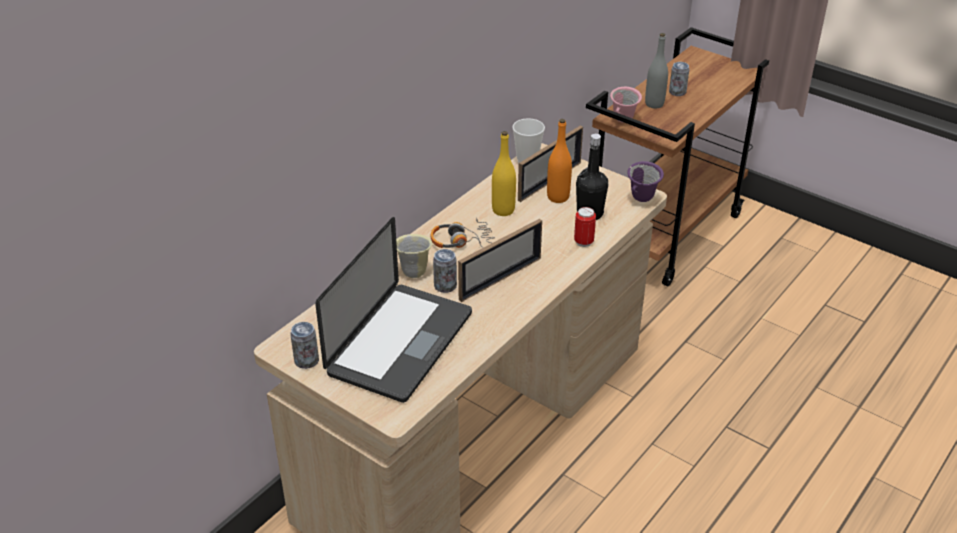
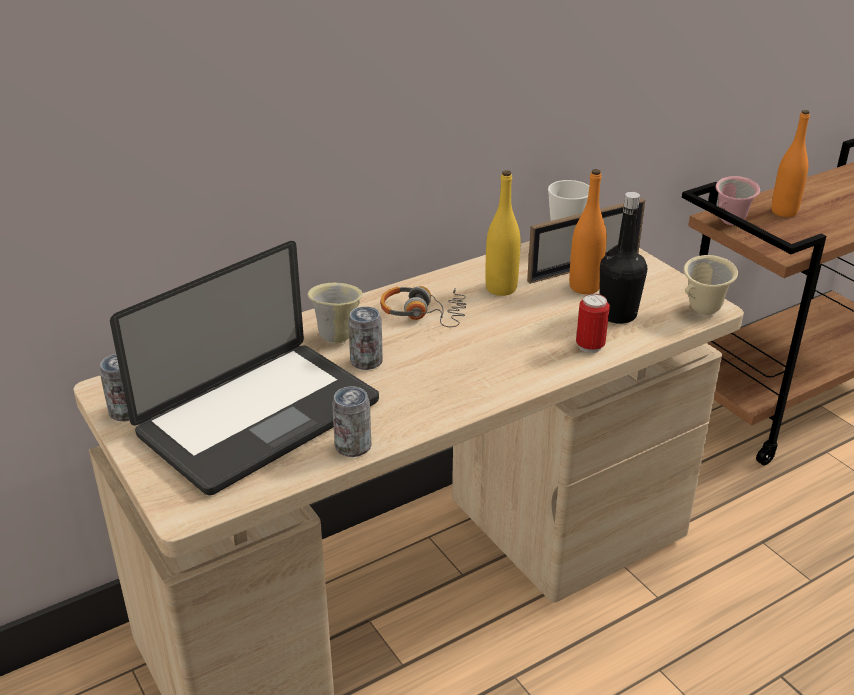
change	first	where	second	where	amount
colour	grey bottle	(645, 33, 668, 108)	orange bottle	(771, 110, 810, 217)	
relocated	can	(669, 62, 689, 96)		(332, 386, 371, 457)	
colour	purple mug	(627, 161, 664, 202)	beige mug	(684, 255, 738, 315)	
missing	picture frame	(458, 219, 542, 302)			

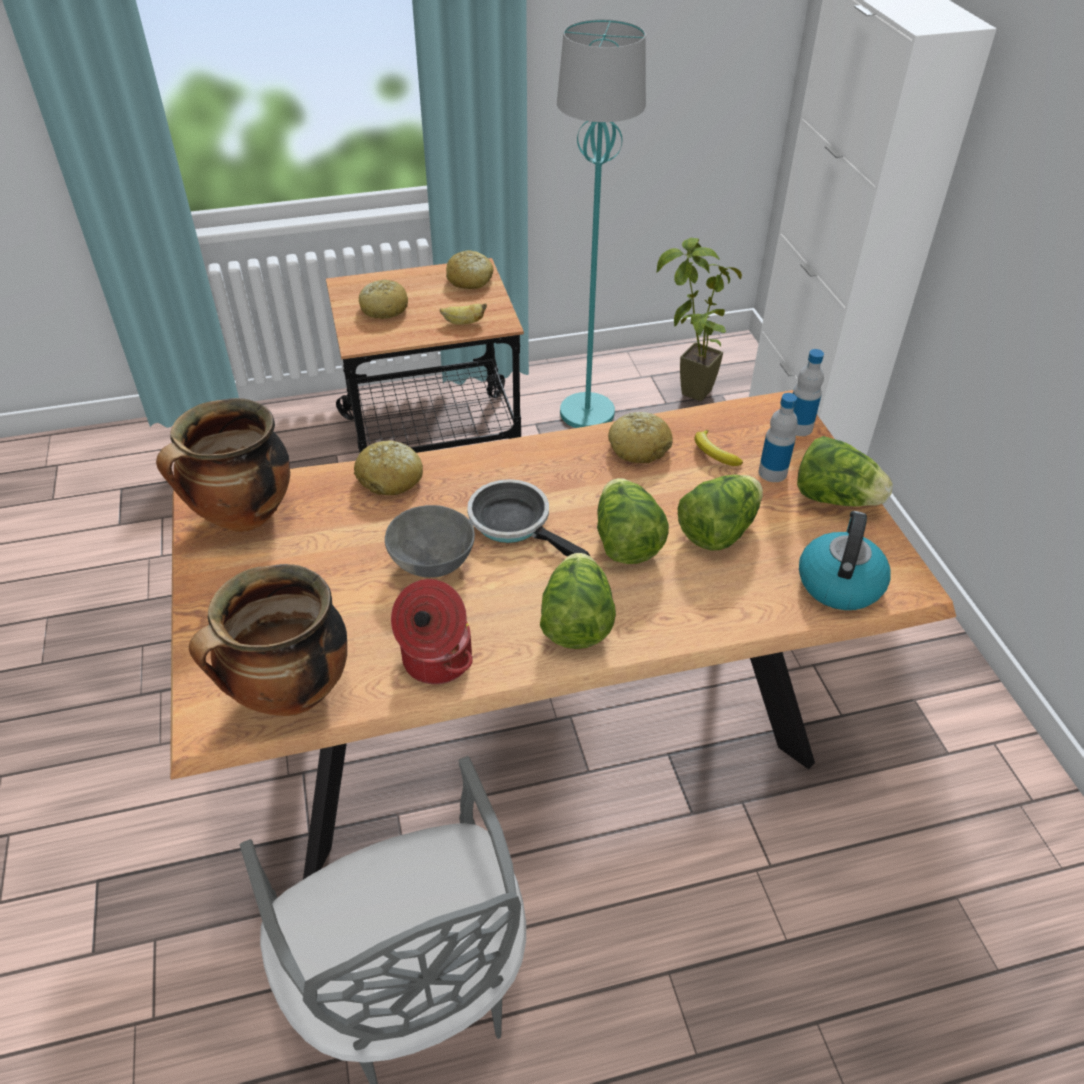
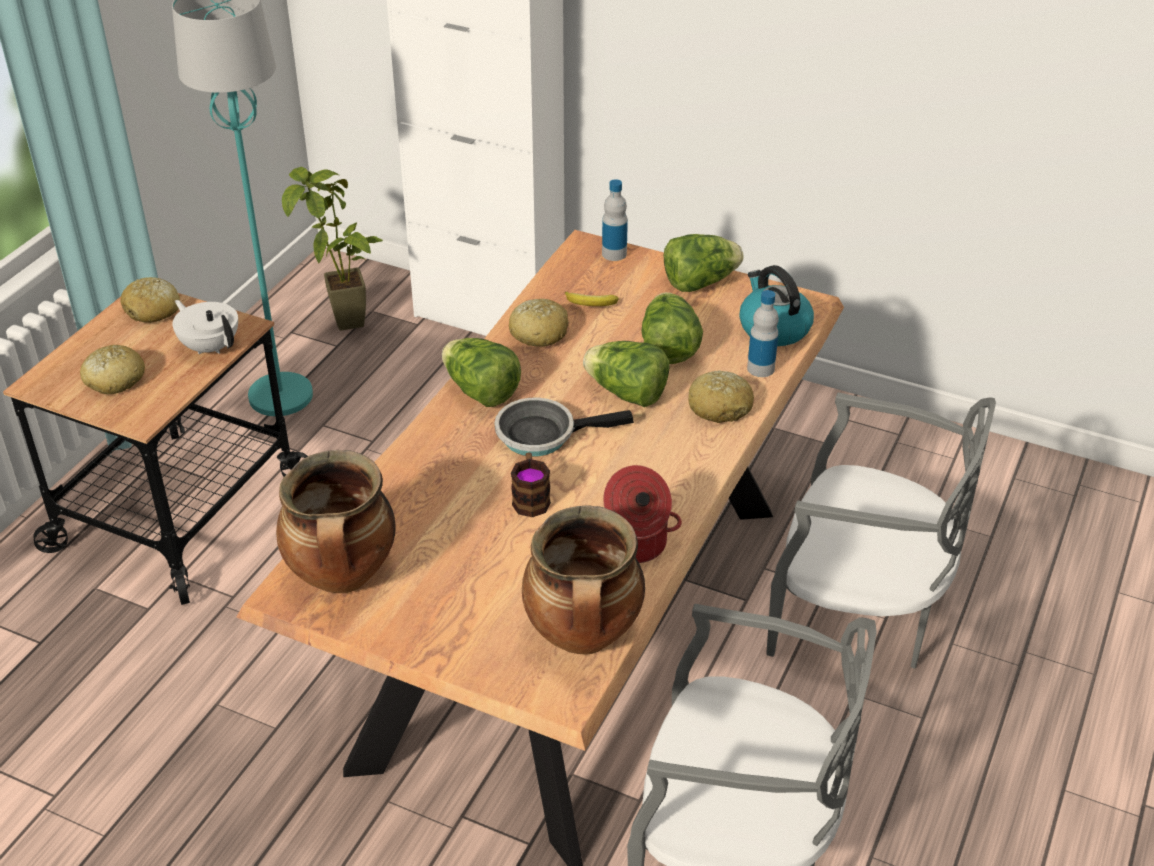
change	first	where	second	where	amount
exchanged	banana	(440, 303, 487, 325)	white teapot	(172, 300, 238, 354)	
relocated	bottle	(758, 393, 798, 482)		(747, 290, 779, 377)	
relocated	bread	(354, 441, 423, 495)		(688, 370, 754, 423)	
exchanged	grey bowl	(385, 505, 475, 578)	mug	(511, 452, 551, 517)	
relocated	lettuce	(540, 553, 616, 649)		(442, 338, 521, 407)	
appeared			grey chair	(766, 392, 996, 669)	

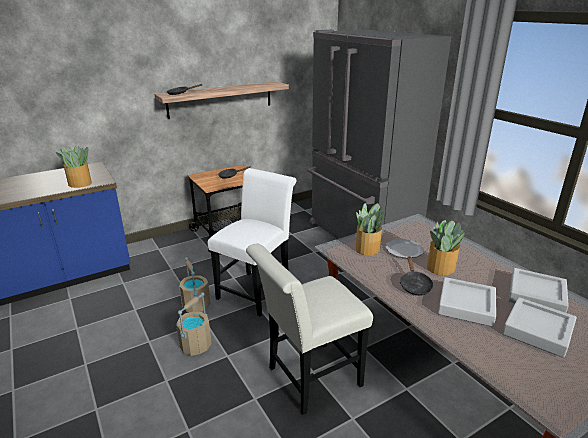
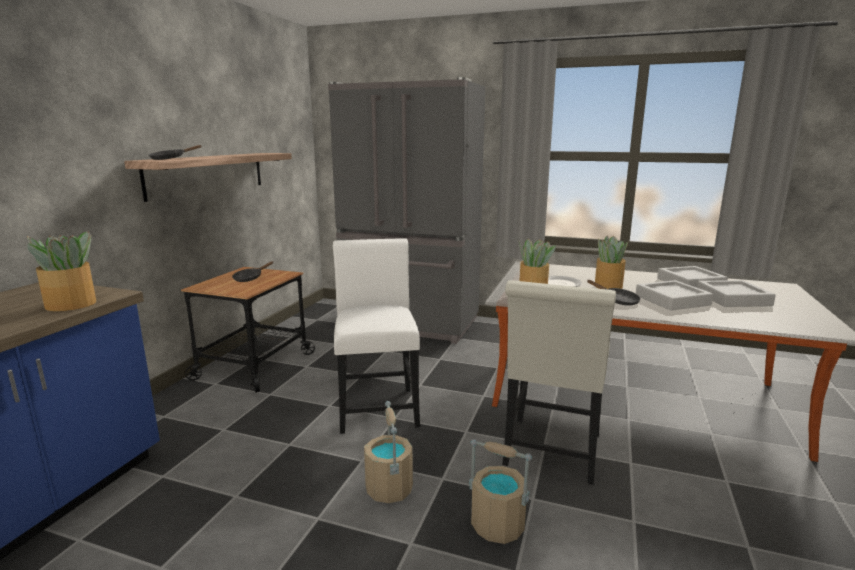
change	first	where	second	where	amount
relocated	beige bucket	(179, 257, 211, 312)		(469, 439, 532, 544)	

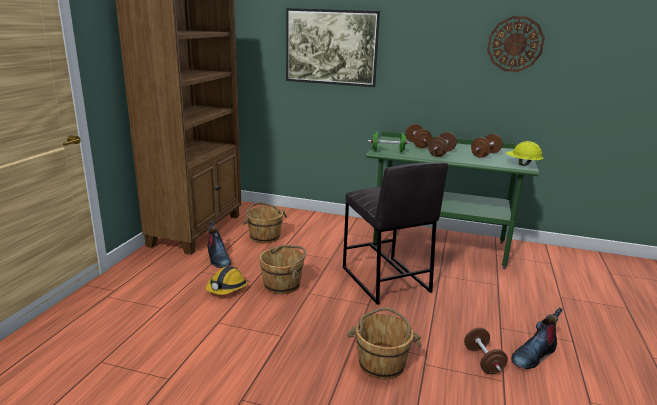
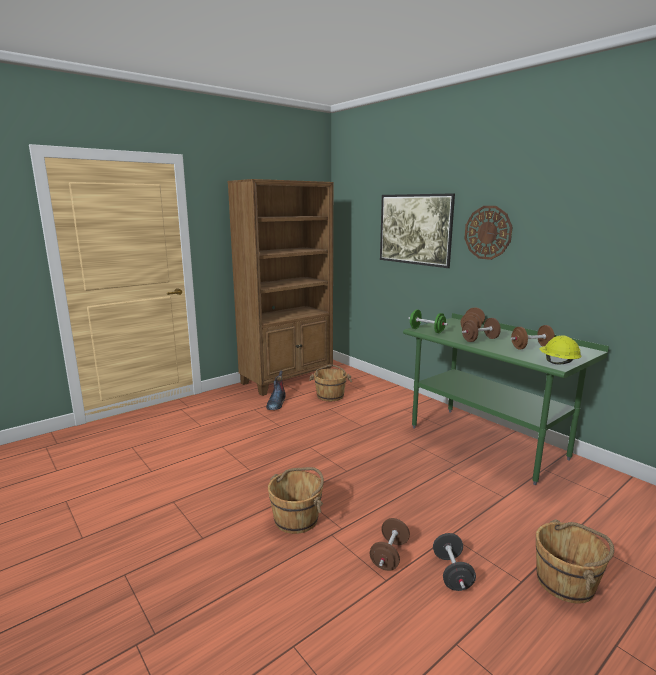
change	first	where	second	where	amount
relocated	wall clock	(487, 16, 545, 72)		(464, 206, 512, 260)	
missing	grey stool	(343, 162, 448, 305)			
relocated	brown bucket	(259, 245, 306, 294)		(536, 519, 614, 604)	
missing	hard hat	(206, 266, 248, 295)			
exchanged	boot	(511, 308, 563, 369)	black dumbbell	(433, 533, 476, 591)	

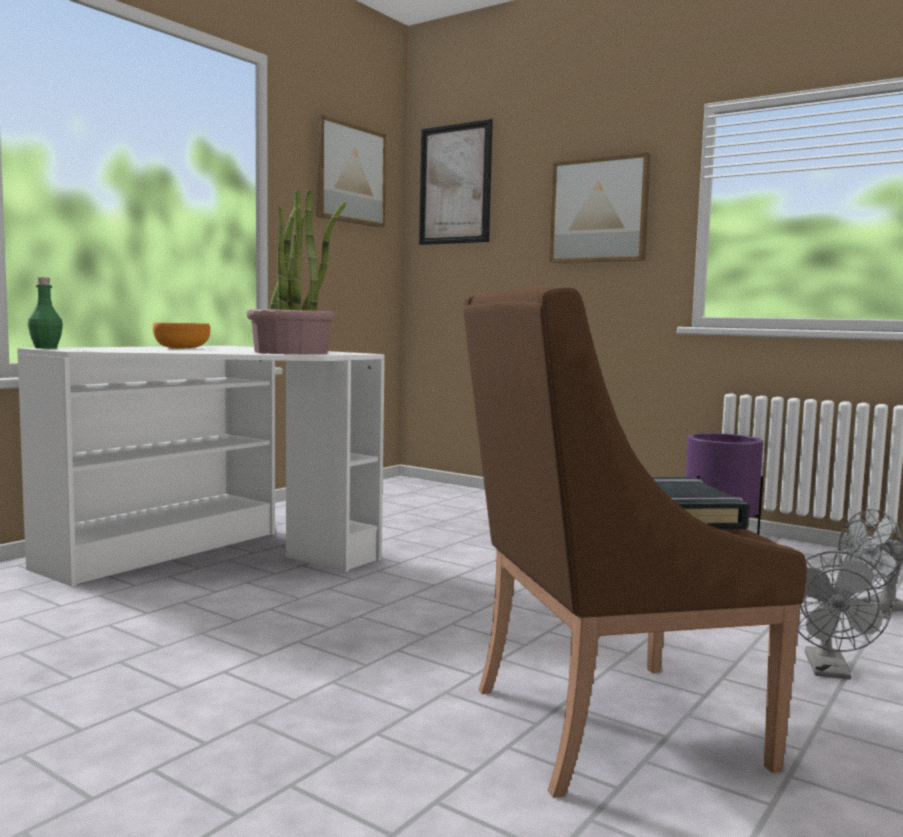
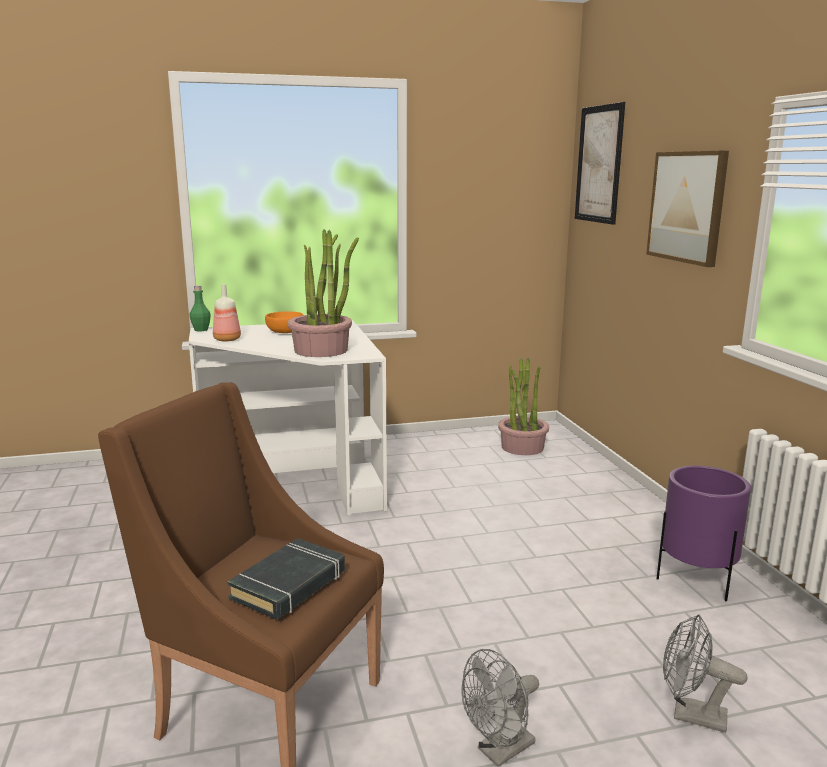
change	first	where	second	where	amount
missing	picture	(316, 115, 386, 227)			
appeared			bottle	(213, 284, 241, 341)	
appeared			potted plant	(498, 358, 549, 455)	

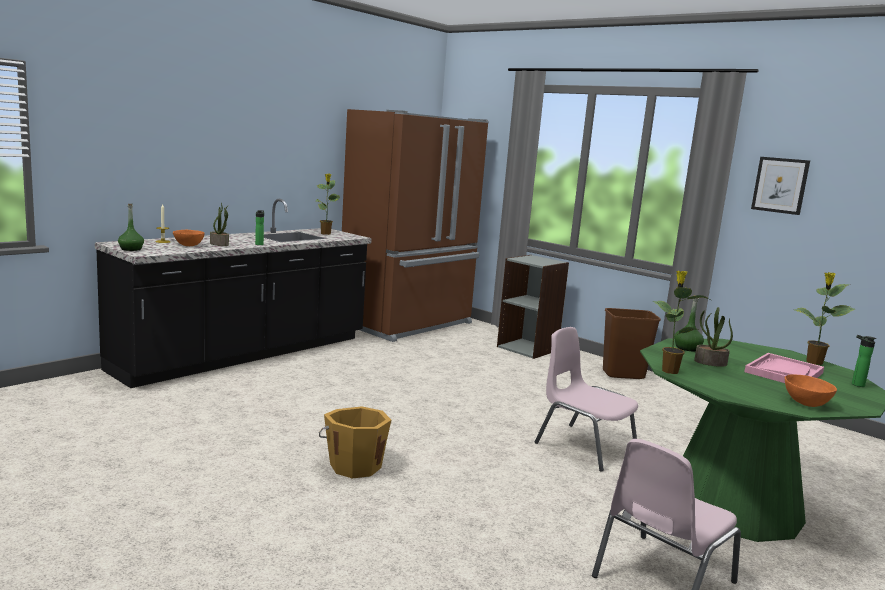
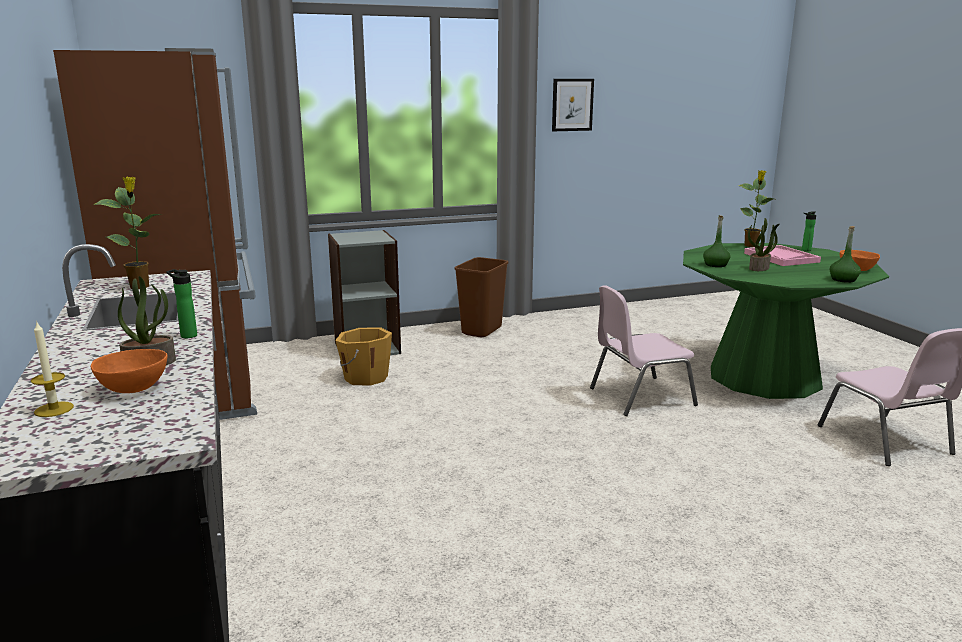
change	first	where	second	where	amount
relocated	green bottle	(118, 204, 144, 251)		(830, 226, 861, 283)	
missing	potted plant	(653, 271, 711, 374)			
relocated	orange bucket	(319, 406, 391, 479)		(335, 327, 392, 386)	

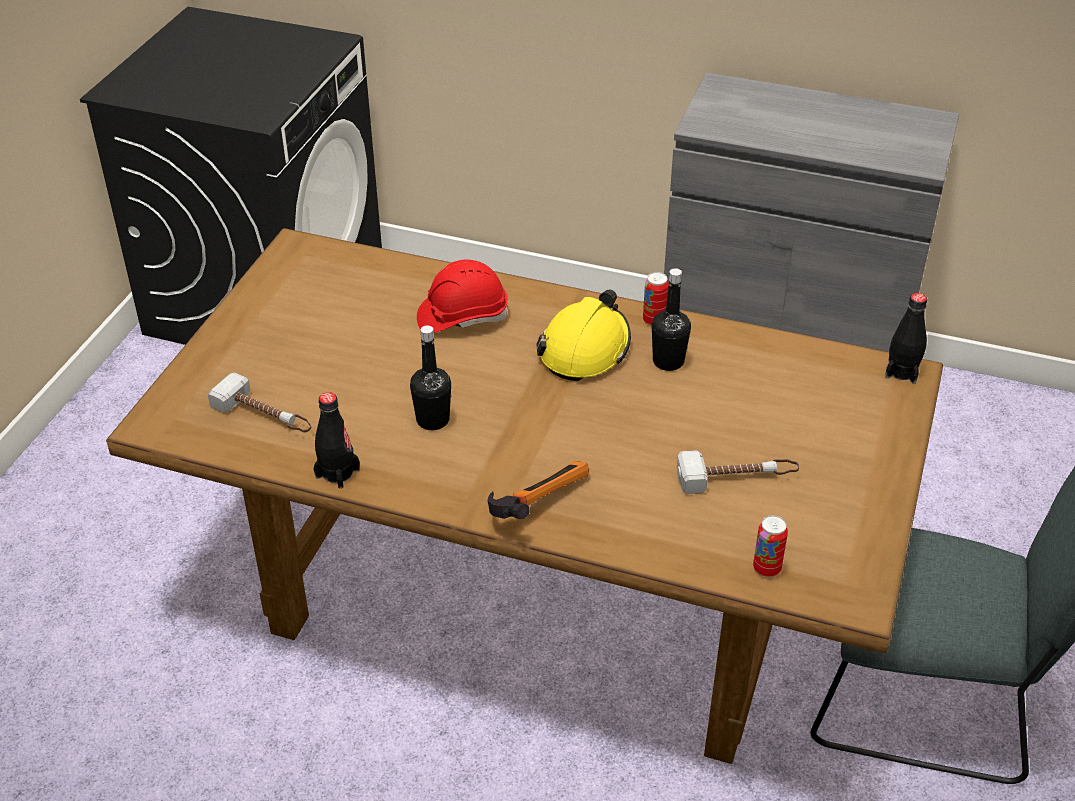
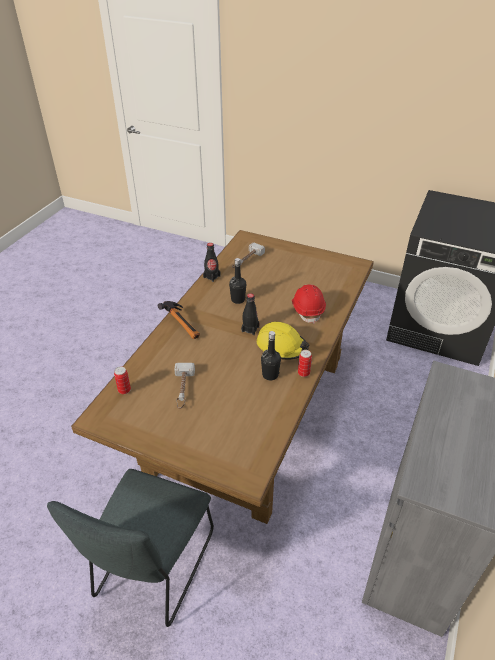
change	first	where	second	where	amount
relocated	black bottle	(885, 293, 927, 384)		(241, 293, 259, 335)	

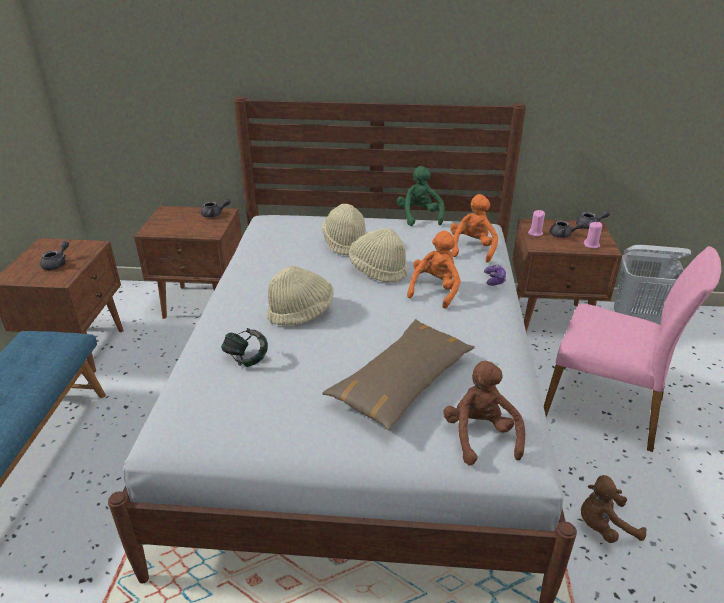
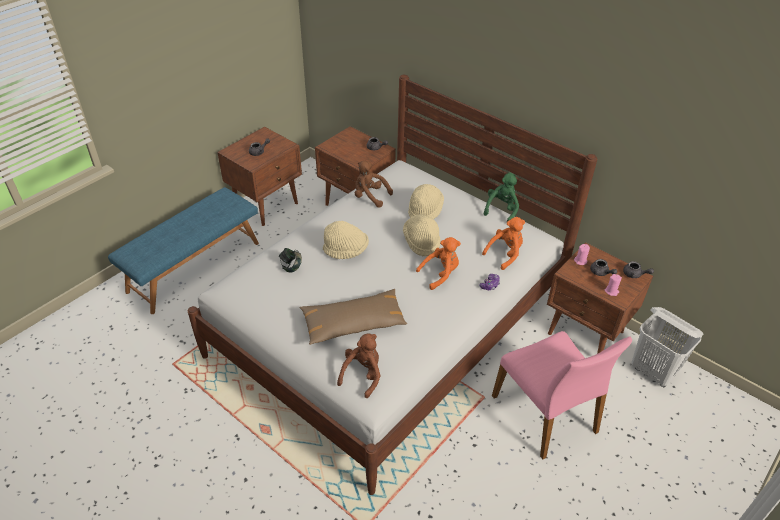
change	first	where	second	where	amount
relocated	brown plush toy	(581, 475, 646, 543)		(355, 160, 393, 208)	

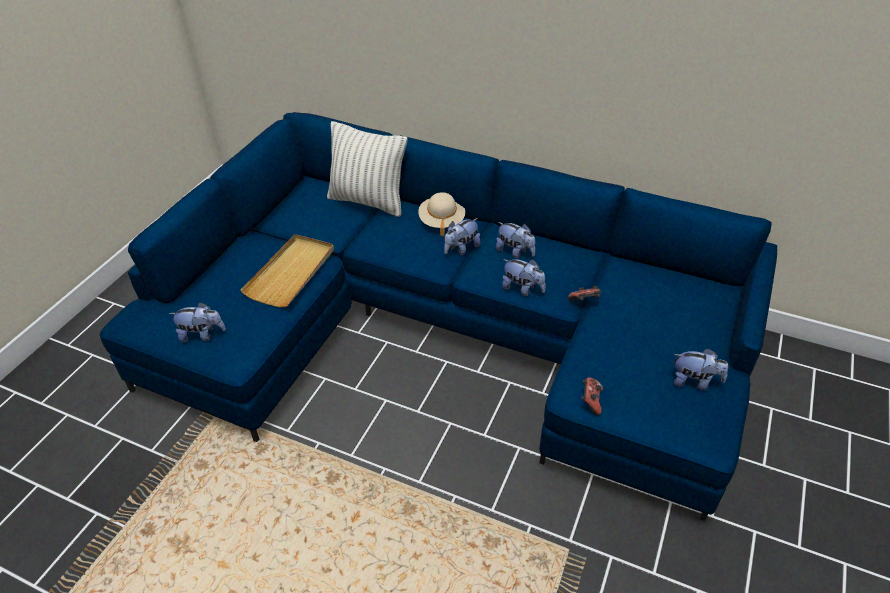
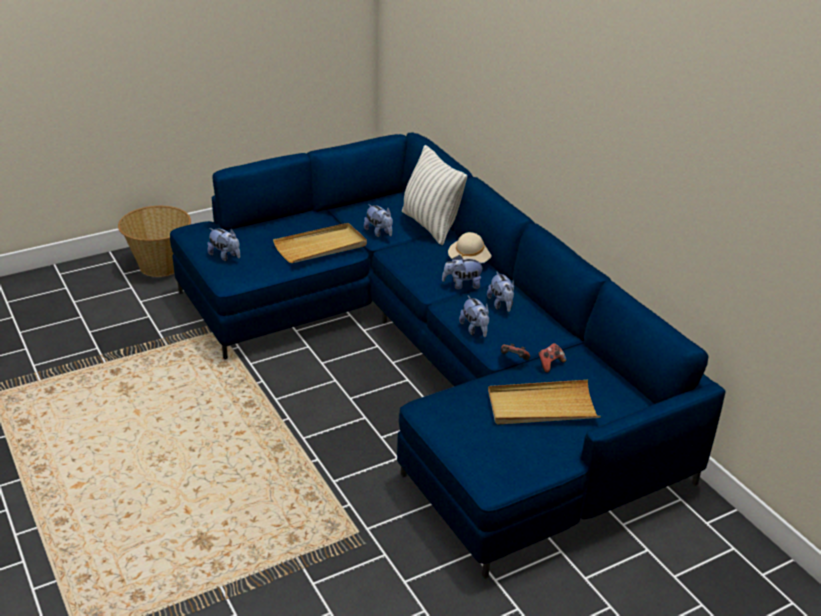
change	first	where	second	where	amount
relocated	plush toy	(674, 349, 728, 390)		(364, 204, 393, 237)	
relocated	game controller	(581, 377, 603, 415)		(538, 343, 567, 373)	
appeared			basket	(118, 206, 191, 277)	
appeared			beige tray	(488, 380, 601, 425)	

